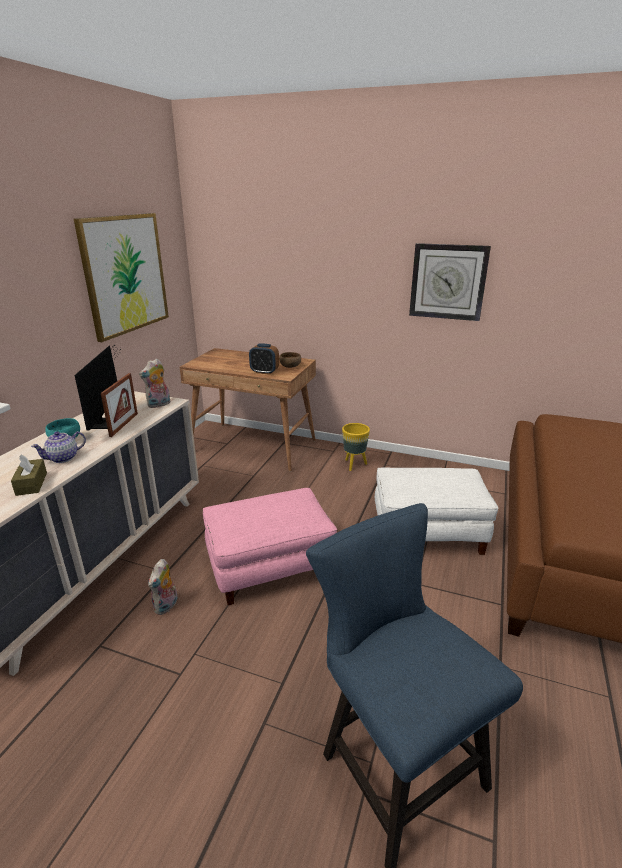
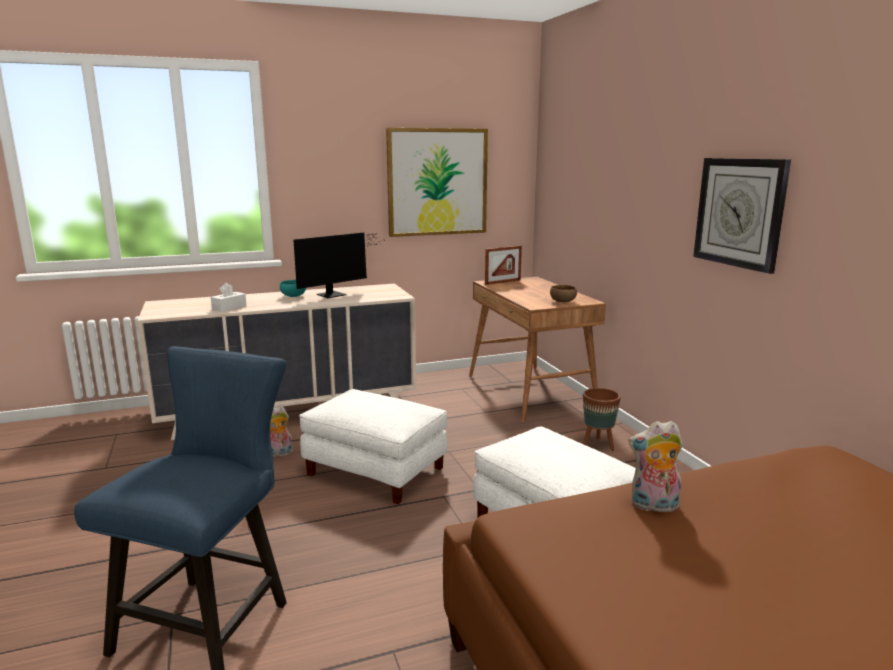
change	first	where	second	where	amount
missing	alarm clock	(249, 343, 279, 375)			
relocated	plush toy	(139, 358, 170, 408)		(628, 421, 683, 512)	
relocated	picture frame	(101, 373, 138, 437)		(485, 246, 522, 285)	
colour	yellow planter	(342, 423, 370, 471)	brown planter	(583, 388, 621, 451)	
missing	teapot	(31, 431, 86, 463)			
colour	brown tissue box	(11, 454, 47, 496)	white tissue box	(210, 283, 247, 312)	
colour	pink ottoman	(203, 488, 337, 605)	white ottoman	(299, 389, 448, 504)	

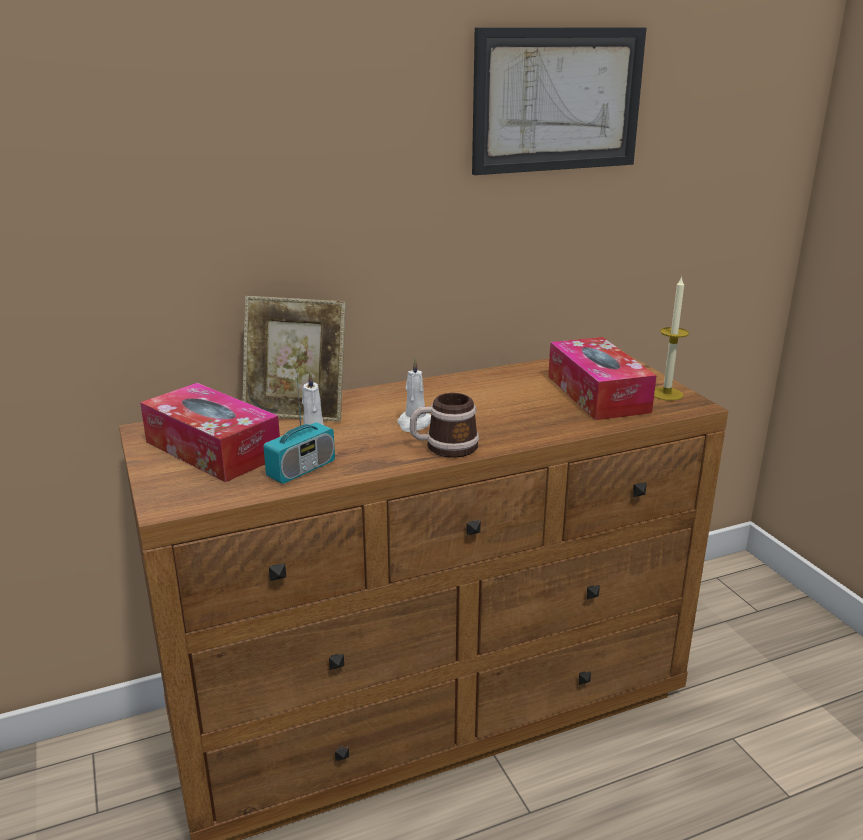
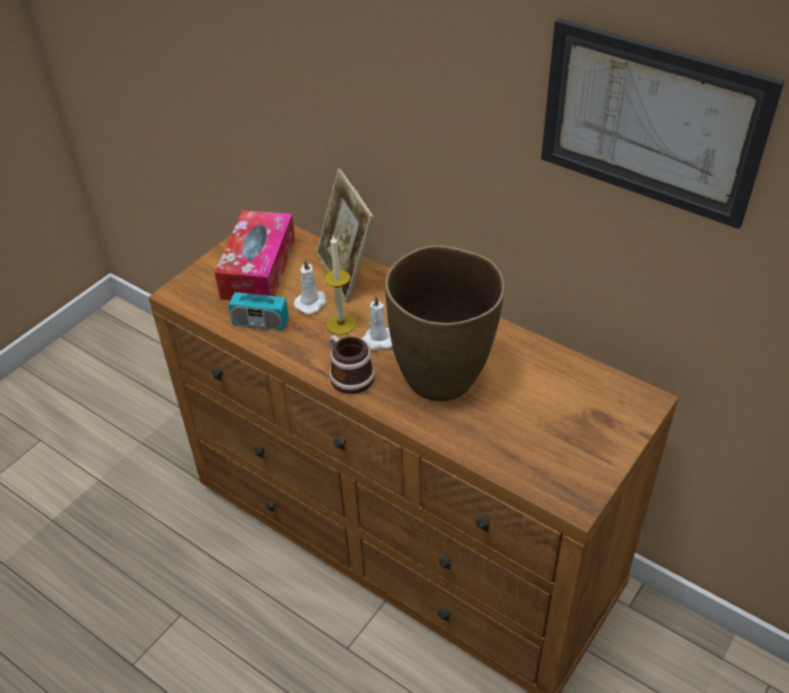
change	first	where	second	where	amount
relocated	candle	(654, 276, 689, 401)		(324, 235, 356, 335)	
missing	tissue box	(548, 337, 657, 420)			
appeared			brown vase	(385, 245, 505, 401)	

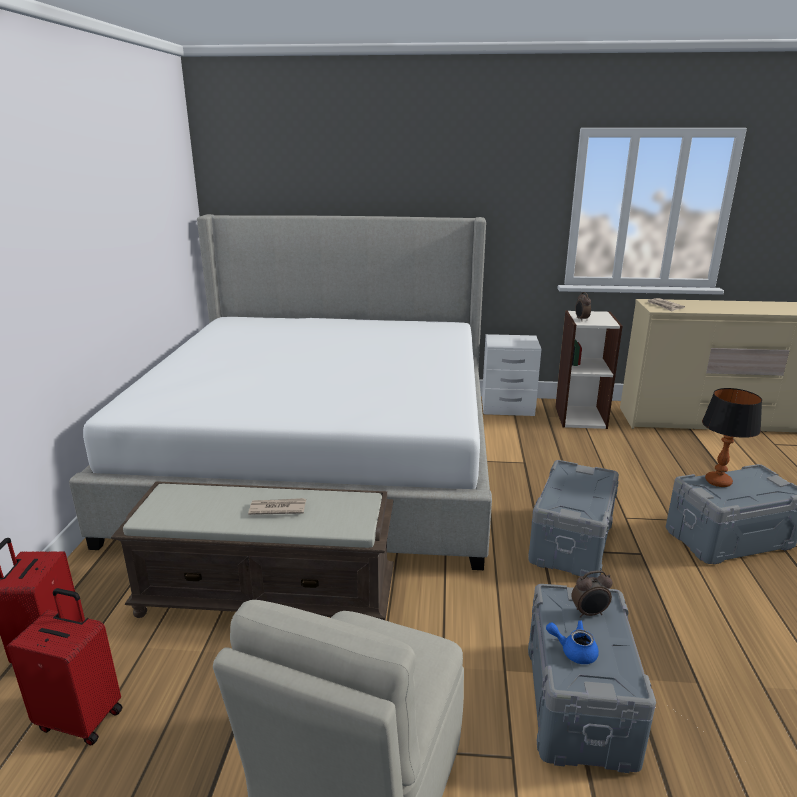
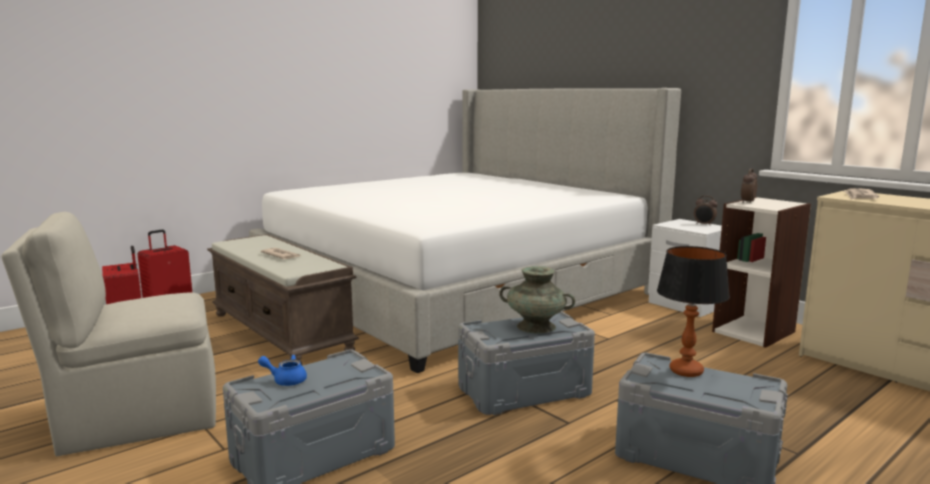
change	first	where	second	where	amount
relocated	alarm clock	(571, 570, 612, 618)		(694, 195, 718, 226)	
spun	blue teapot	(546, 620, 599, 664)		(258, 354, 307, 386)	60 degrees counterclockwise
appeared			turquoise vase	(499, 266, 575, 333)	

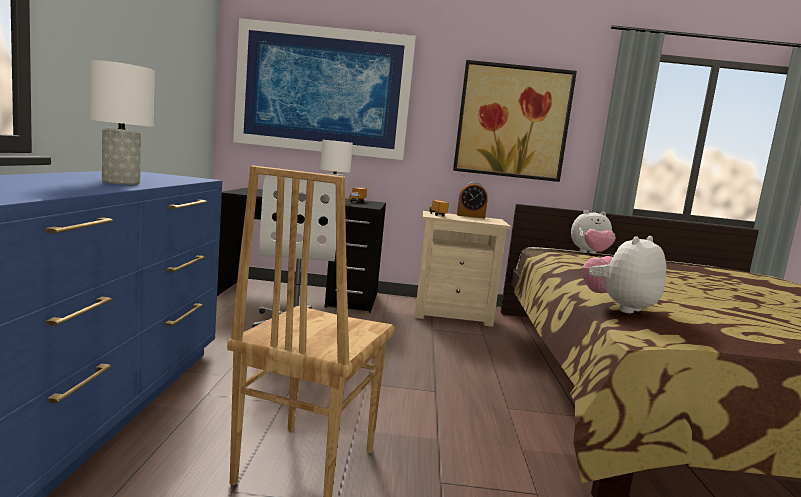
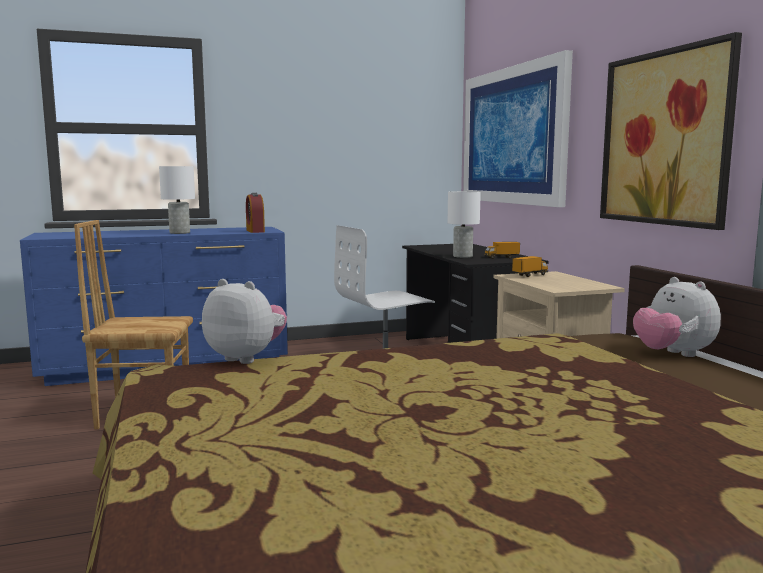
change	first	where	second	where	amount
relocated	alarm clock	(457, 182, 488, 219)		(246, 193, 265, 233)	

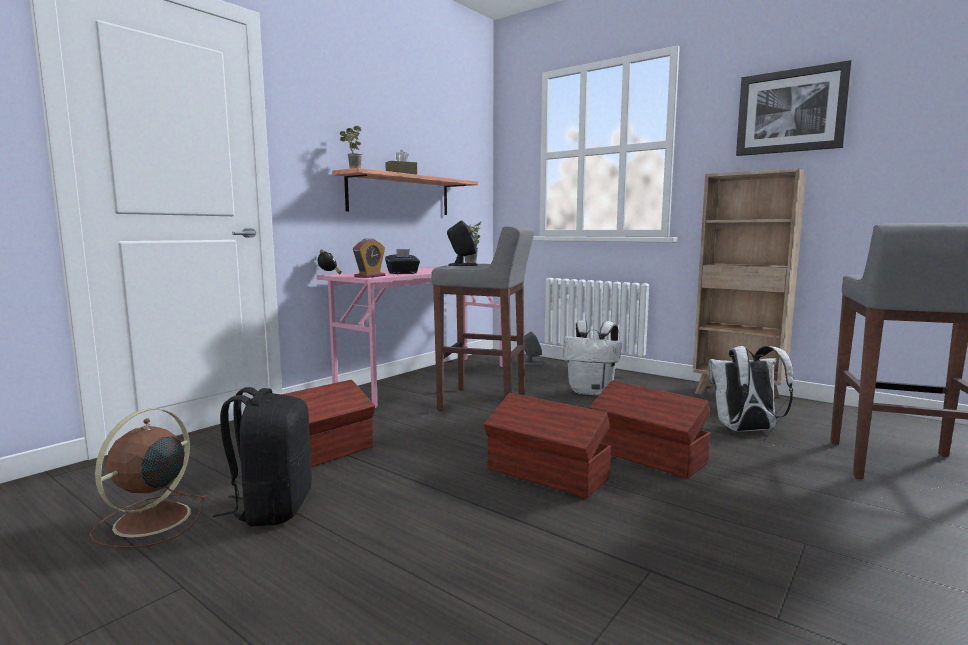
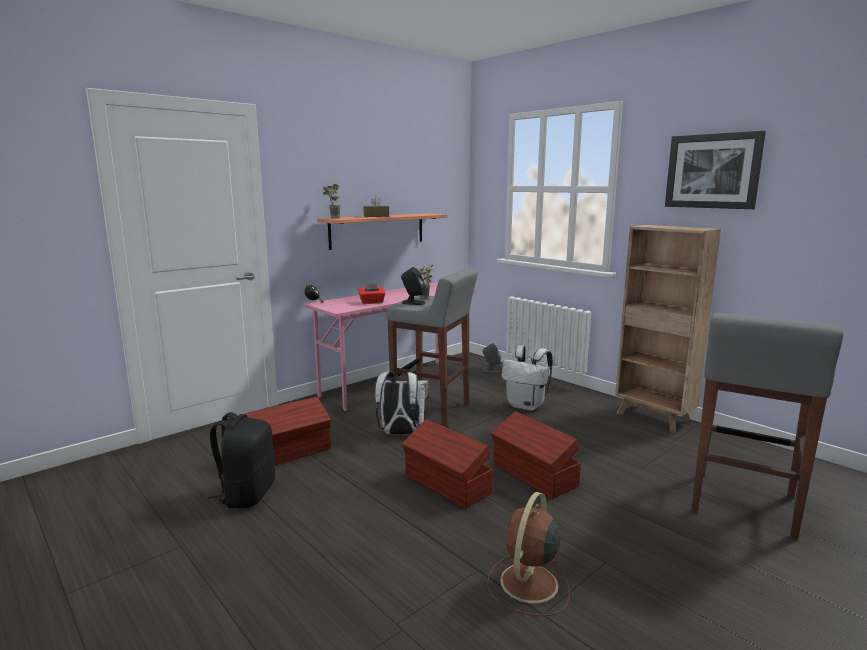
change	first	where	second	where	amount
missing	alarm clock	(353, 238, 385, 278)			
colour	black tissue box	(385, 249, 420, 274)	red tissue box	(358, 283, 385, 304)	
relocated	white backpack	(708, 346, 793, 431)		(375, 371, 429, 435)	
relocated	brown fan	(90, 408, 209, 548)		(487, 492, 570, 616)	

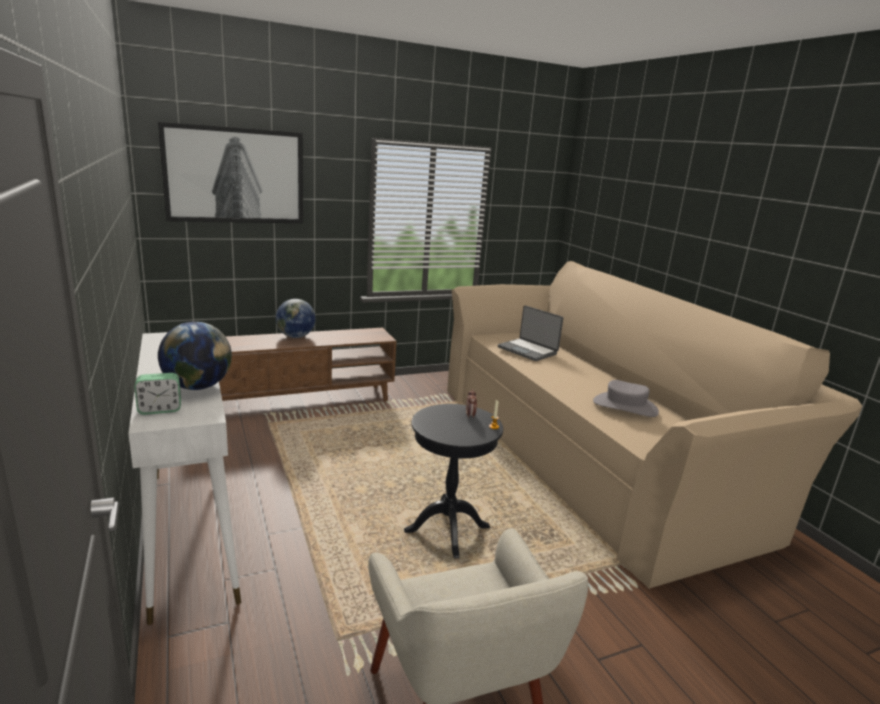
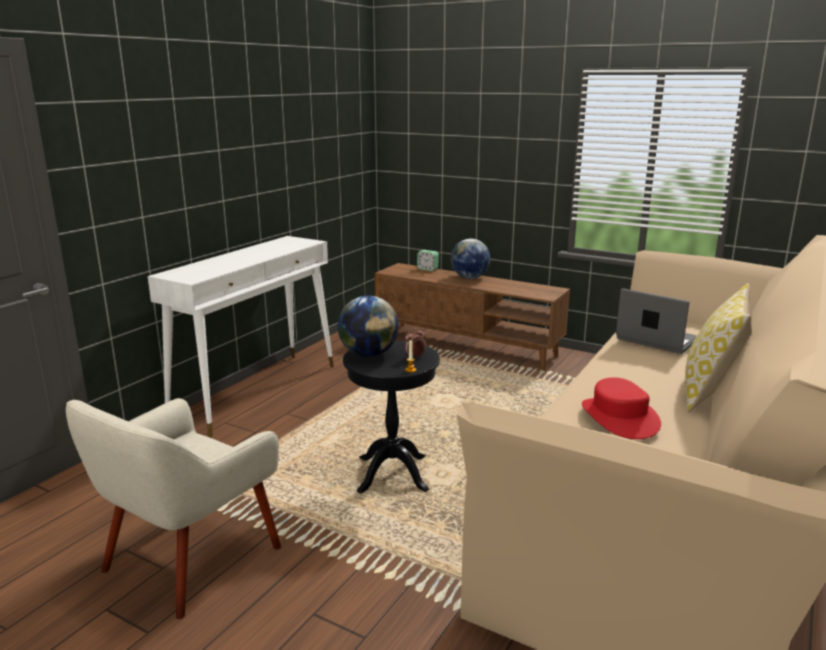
change	first	where	second	where	amount
missing	picture	(158, 122, 303, 223)			
spun	laptop	(498, 305, 563, 361)		(616, 288, 697, 354)	120 degrees clockwise
relocated	globe	(158, 322, 232, 390)		(338, 296, 399, 357)	
relocated	alarm clock	(134, 373, 181, 415)		(417, 250, 439, 271)	
colour	grey hat	(593, 380, 659, 417)	red hat	(582, 377, 661, 439)	
appeared			pillow	(685, 283, 752, 412)	

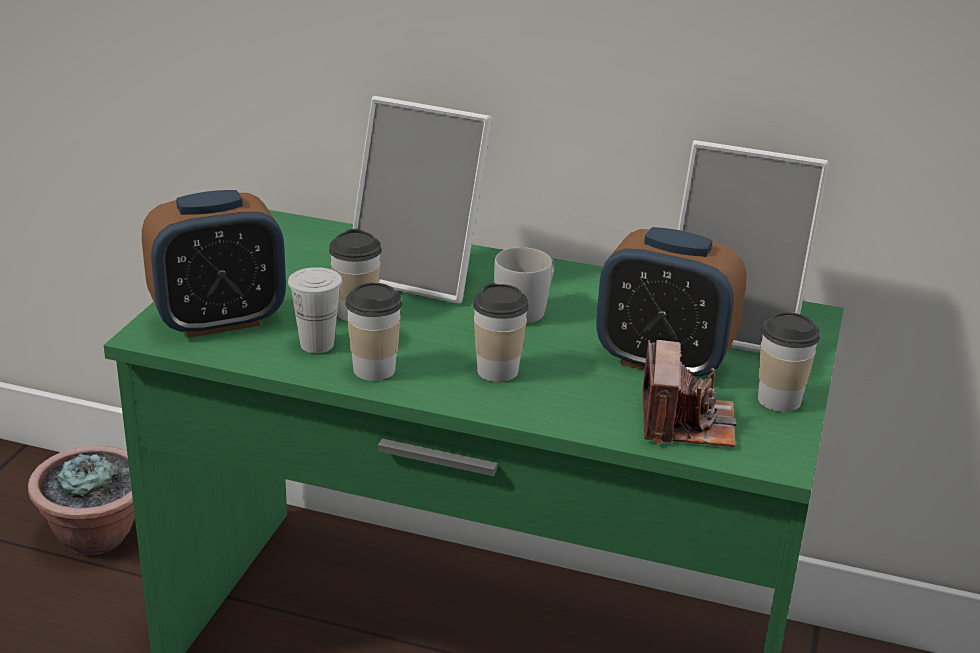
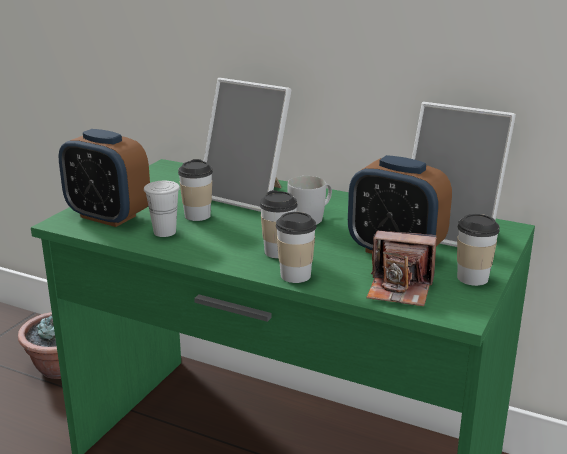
change	first	where	second	where	amount
spun	alarm clock	(142, 190, 286, 338)		(58, 129, 150, 227)	45 degrees clockwise
relocated	cup	(346, 283, 402, 381)		(276, 212, 316, 283)	
spun	photo camera	(642, 340, 737, 447)		(367, 231, 437, 306)	90 degrees clockwise

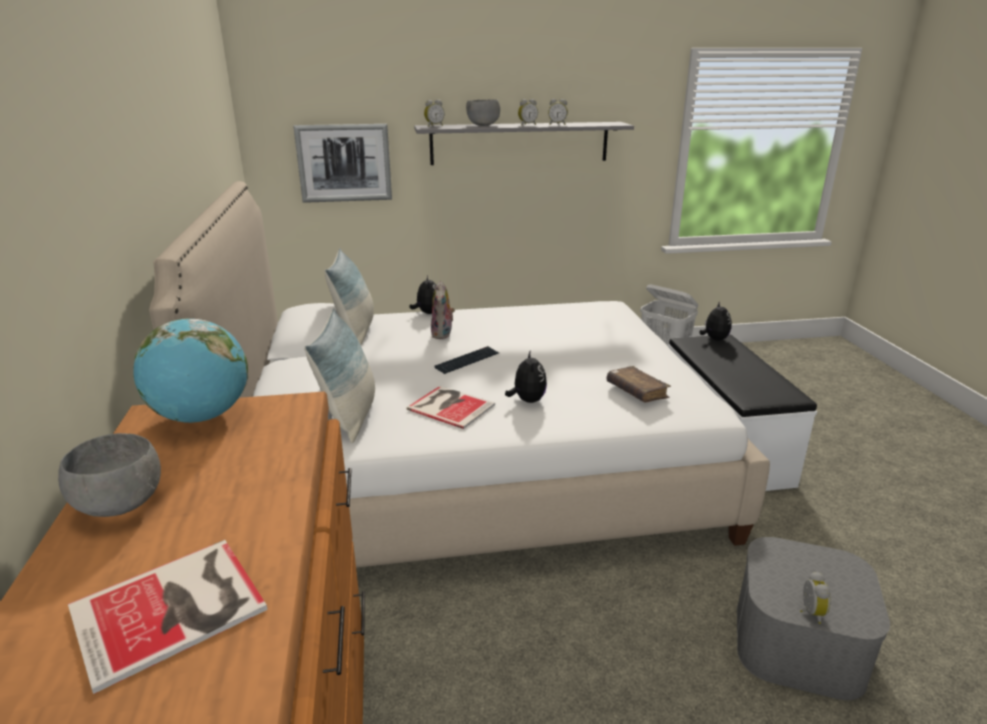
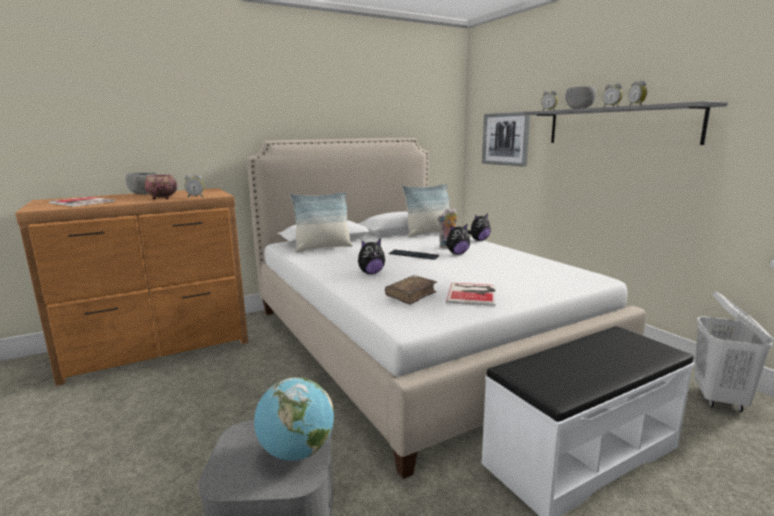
change	first	where	second	where	amount
relocated	plush toy	(699, 301, 732, 341)		(445, 224, 470, 254)	
relocated	globe	(133, 318, 248, 423)		(254, 377, 334, 461)	
relocated	book	(406, 386, 495, 429)		(446, 283, 495, 306)	
relocated	alarm clock	(800, 571, 830, 624)		(184, 175, 204, 198)	
appeared			bowl	(144, 175, 177, 199)	

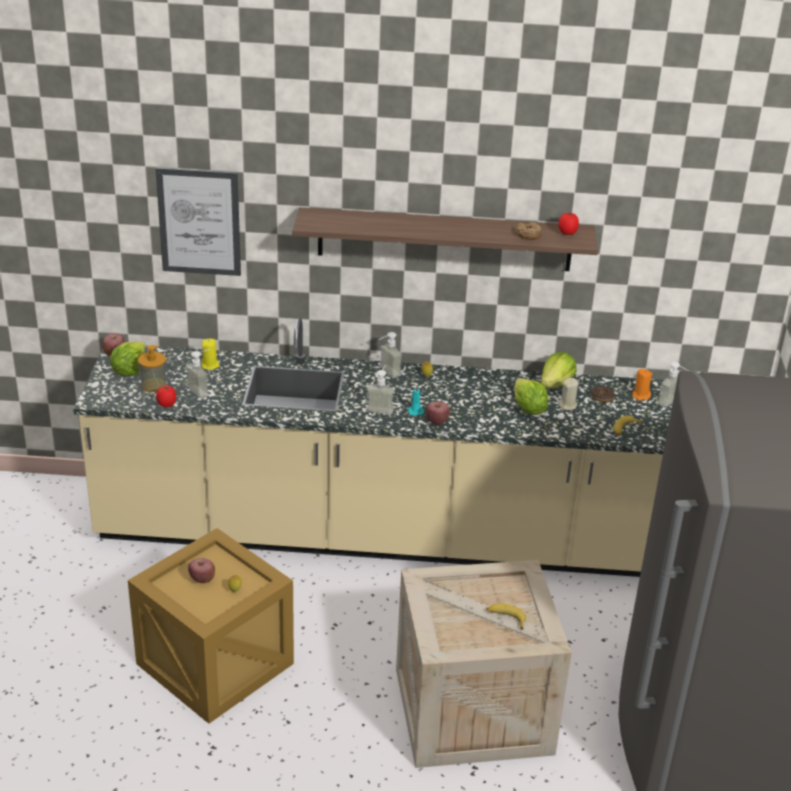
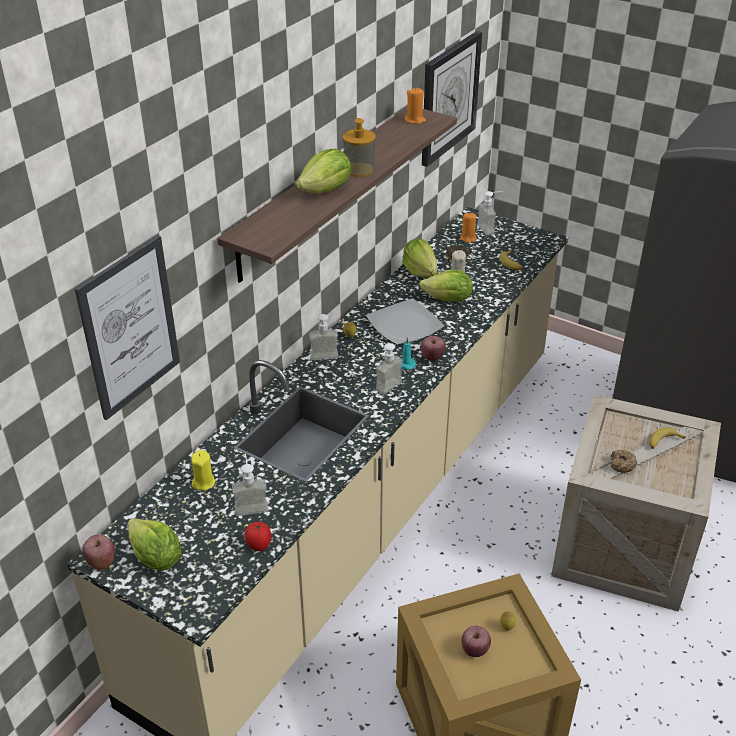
change	first	where	second	where	amount
exchanged	tomato	(558, 213, 579, 235)	orange candle	(404, 88, 426, 124)	
relocated	donut	(516, 222, 542, 240)		(611, 450, 637, 473)	
relocated	soap dispenser	(138, 345, 166, 392)		(343, 118, 376, 177)	
appeared			wall clock	(422, 31, 482, 167)	
appeared			lettuce	(296, 149, 351, 194)	
appeared			plate	(366, 299, 444, 345)	

